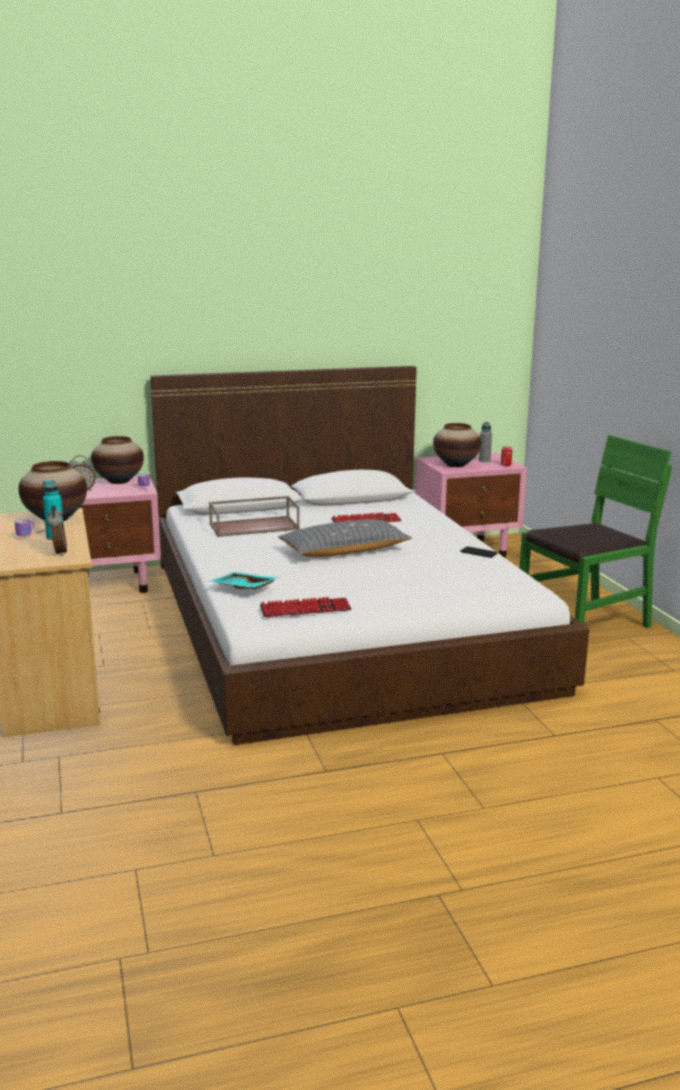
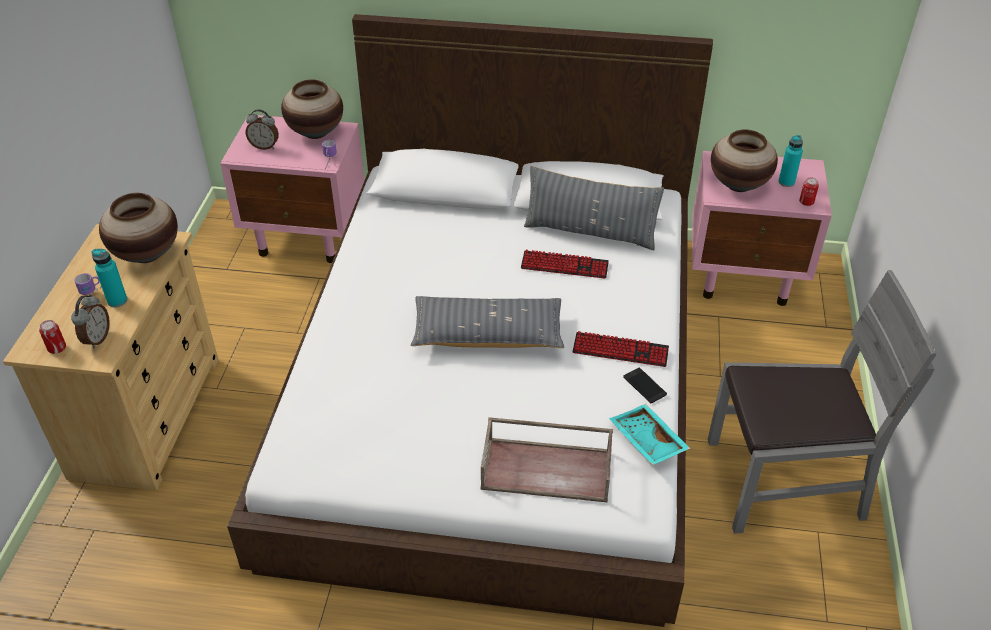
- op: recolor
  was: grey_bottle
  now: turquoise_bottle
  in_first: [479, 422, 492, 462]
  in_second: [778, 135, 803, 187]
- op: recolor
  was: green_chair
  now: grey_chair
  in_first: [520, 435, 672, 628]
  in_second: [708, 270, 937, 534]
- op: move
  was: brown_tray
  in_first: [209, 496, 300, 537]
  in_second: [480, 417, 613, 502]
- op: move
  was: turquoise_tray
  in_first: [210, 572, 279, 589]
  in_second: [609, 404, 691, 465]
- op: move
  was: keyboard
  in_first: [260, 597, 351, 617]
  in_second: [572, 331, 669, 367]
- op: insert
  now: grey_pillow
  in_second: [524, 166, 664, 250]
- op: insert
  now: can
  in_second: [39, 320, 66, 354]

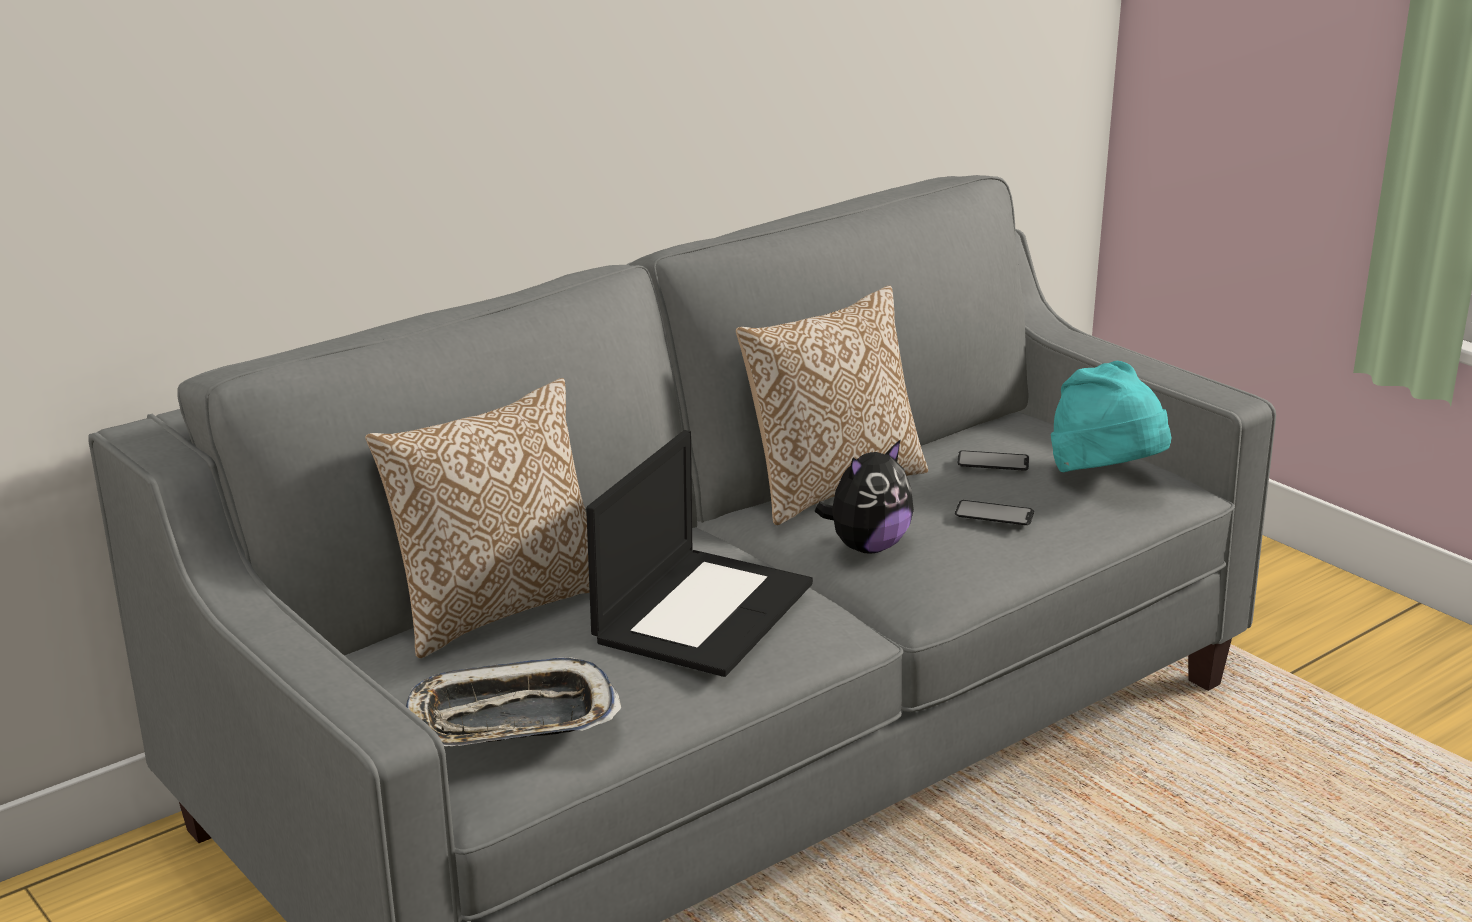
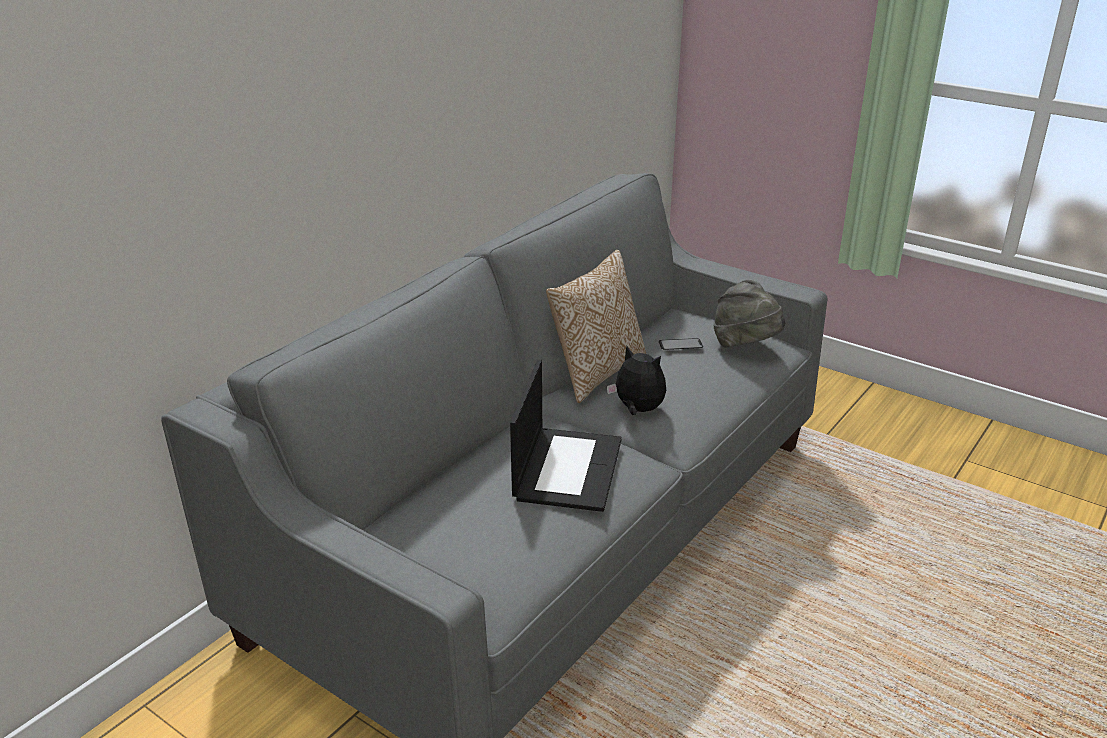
- op: recolor
  was: turquoise_hat
  now: grey_hat
  in_first: [1051, 361, 1172, 472]
  in_second: [713, 280, 785, 348]
- op: delete
  was: pillow
  in_first: [365, 378, 590, 658]
- op: rotate
  was: plush_toy
  in_first: [815, 439, 914, 554]
  in_second: [607, 346, 666, 415]
  clockwise: -90
- op: delete
  was: phone
  in_first: [955, 500, 1034, 525]
- op: delete
  was: tray
  in_first: [406, 657, 621, 746]

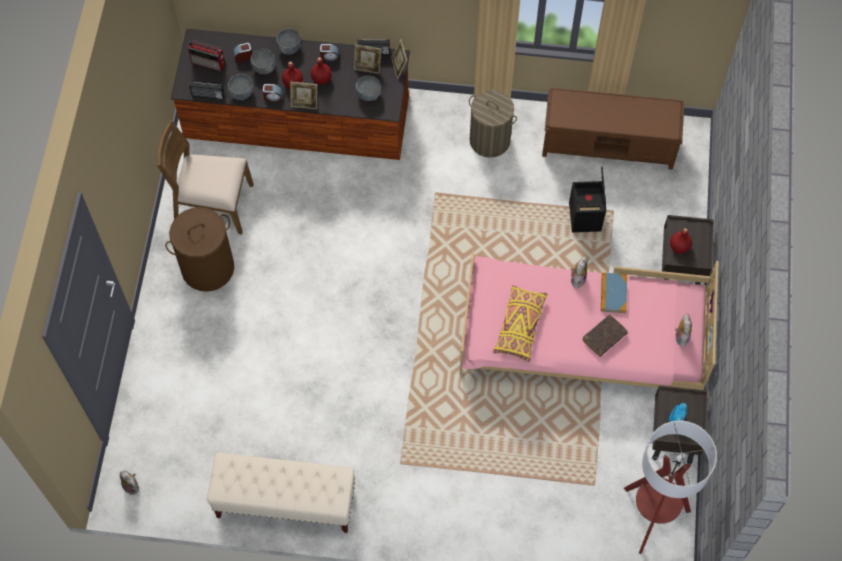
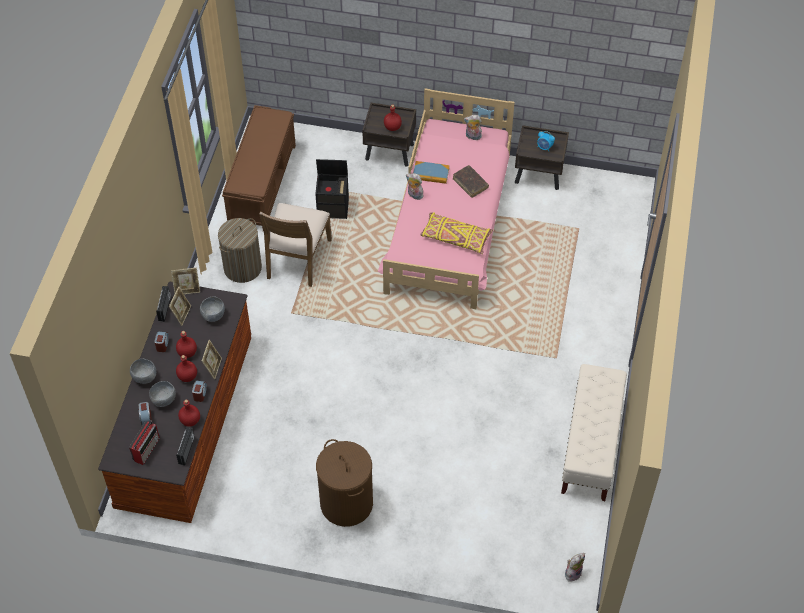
- op: replace
  was: grey_bowl
  now: red_bottle
  in_first: [228, 74, 254, 100]
  in_second: [178, 399, 200, 427]
- op: move
  was: brown_chair
  in_first: [157, 120, 254, 235]
  in_second: [259, 203, 332, 287]
- op: delete
  was: floor_lamp
  in_first: [624, 420, 717, 554]

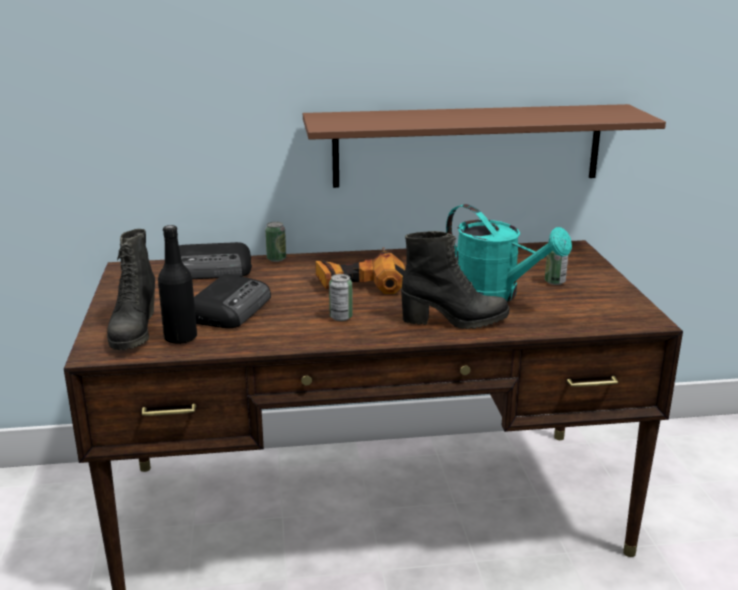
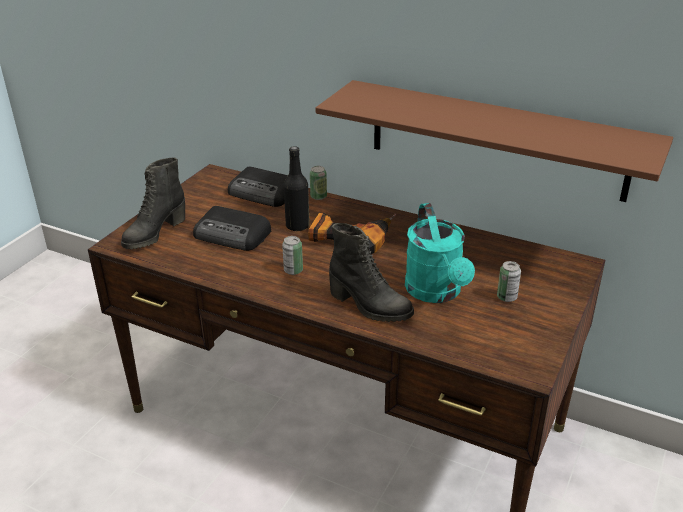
- op: move
  was: black_bottle
  in_first: [158, 225, 197, 344]
  in_second: [284, 146, 310, 231]
- op: rotate
  was: radio
  in_first: [194, 273, 271, 328]
  in_second: [193, 206, 271, 251]
  clockwise: 60

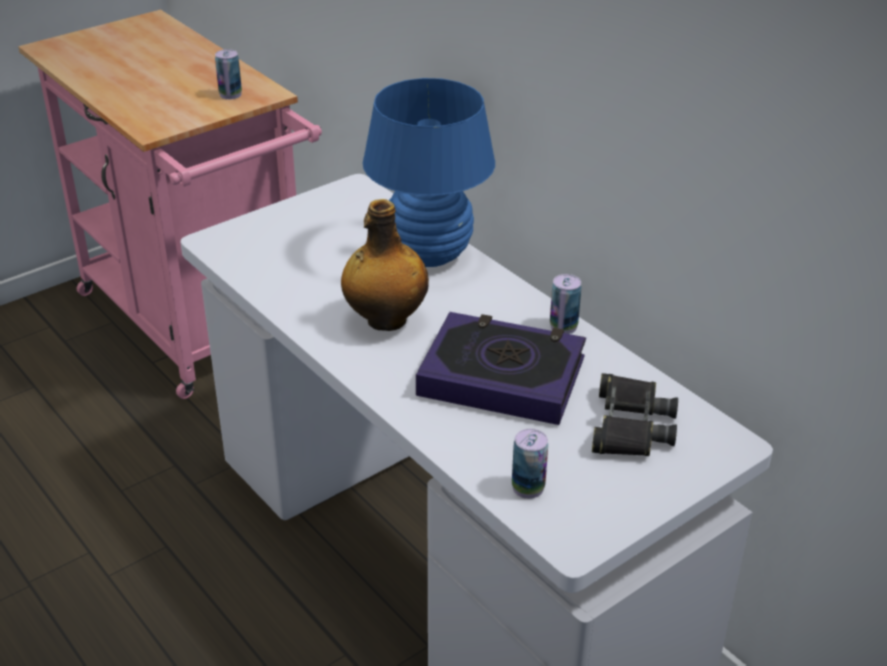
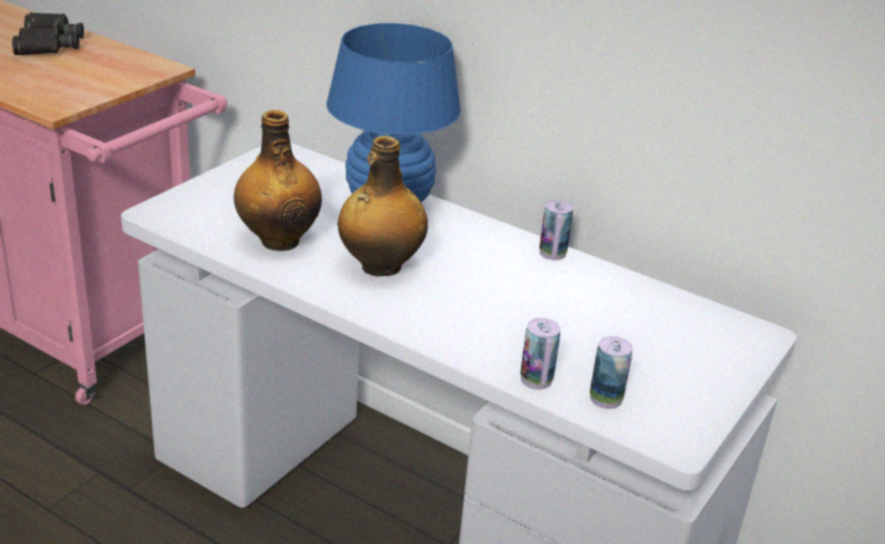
- op: move
  was: can
  in_first: [215, 49, 242, 100]
  in_second: [520, 318, 560, 390]
- op: delete
  was: book
  in_first: [416, 312, 586, 425]
- op: move
  was: black_binoculars
  in_first: [592, 373, 678, 456]
  in_second: [12, 12, 84, 55]
- op: insert
  now: bottle
  in_second: [234, 110, 322, 251]

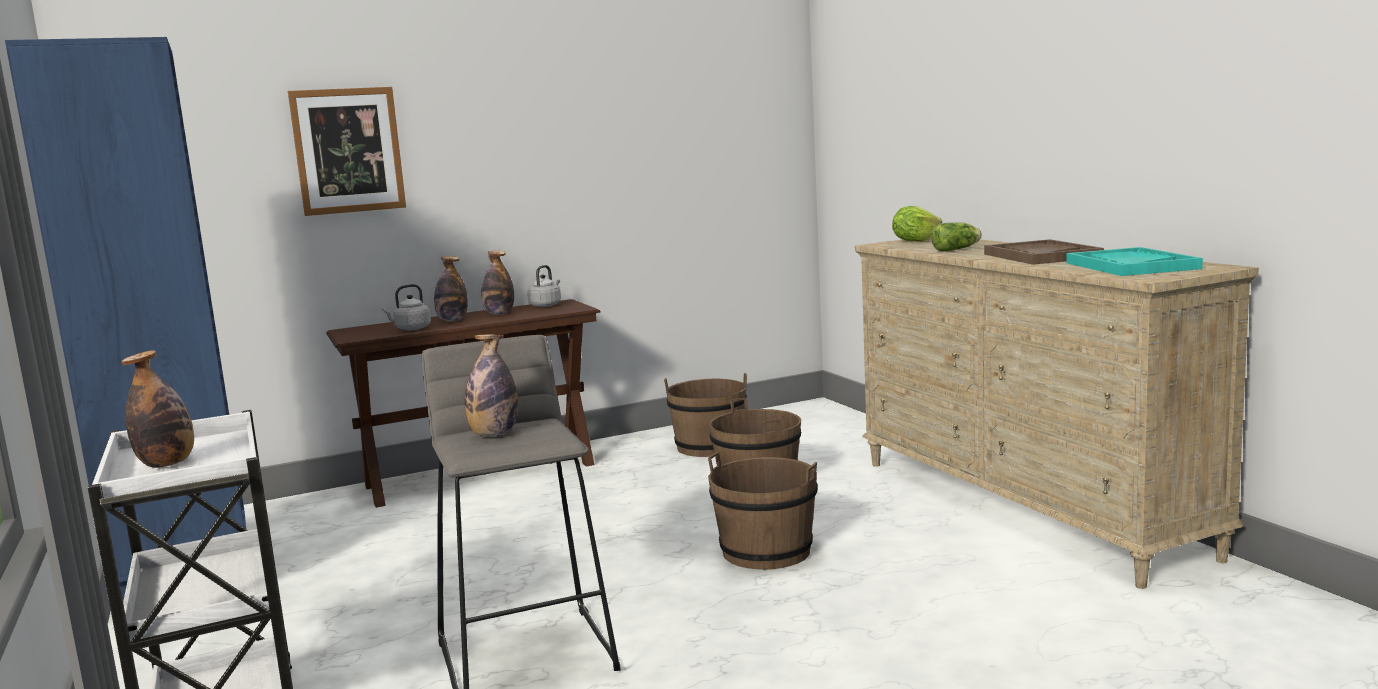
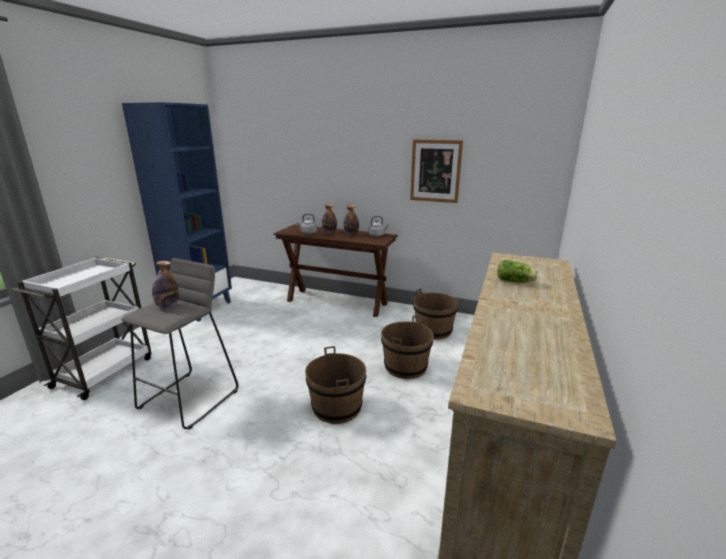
- op: move
  was: picture
  in_first: [288, 87, 406, 216]
  in_second: [410, 139, 463, 203]
- op: delete
  was: lettuce
  in_first: [892, 206, 942, 242]
- op: delete
  was: brown_tray
  in_first: [984, 239, 1104, 265]
- op: delete
  was: turquoise_tray
  in_first: [1066, 247, 1203, 276]
- op: delete
  was: bottle
  in_first: [121, 351, 194, 468]

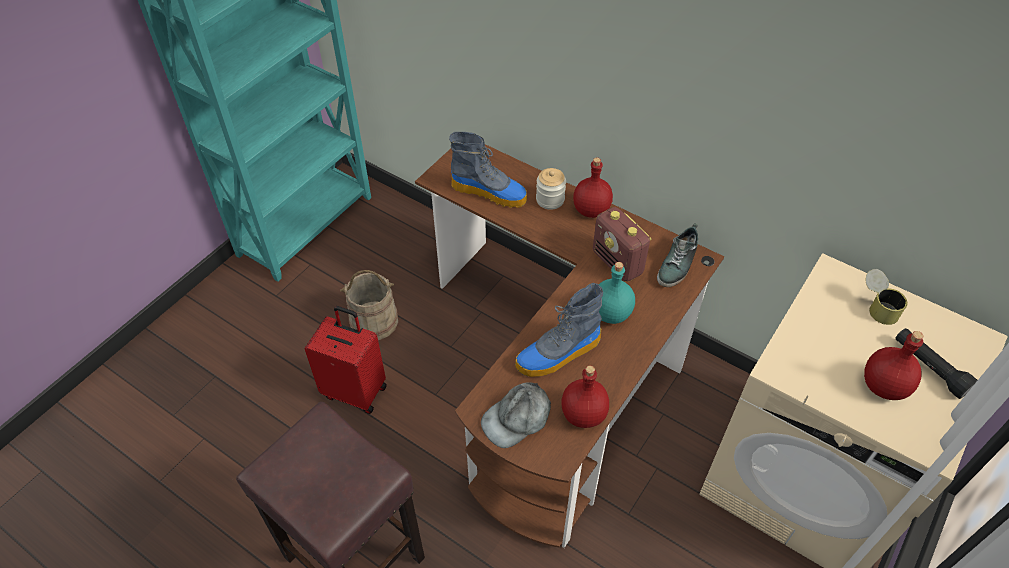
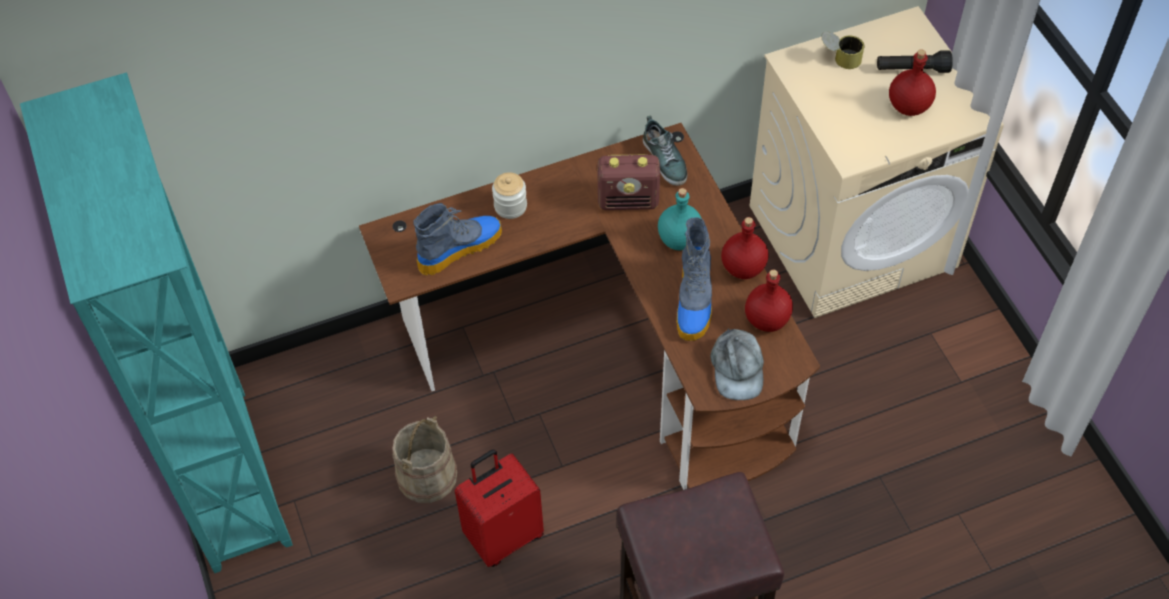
- op: move
  was: red_bottle
  in_first: [573, 158, 613, 218]
  in_second: [721, 217, 768, 279]

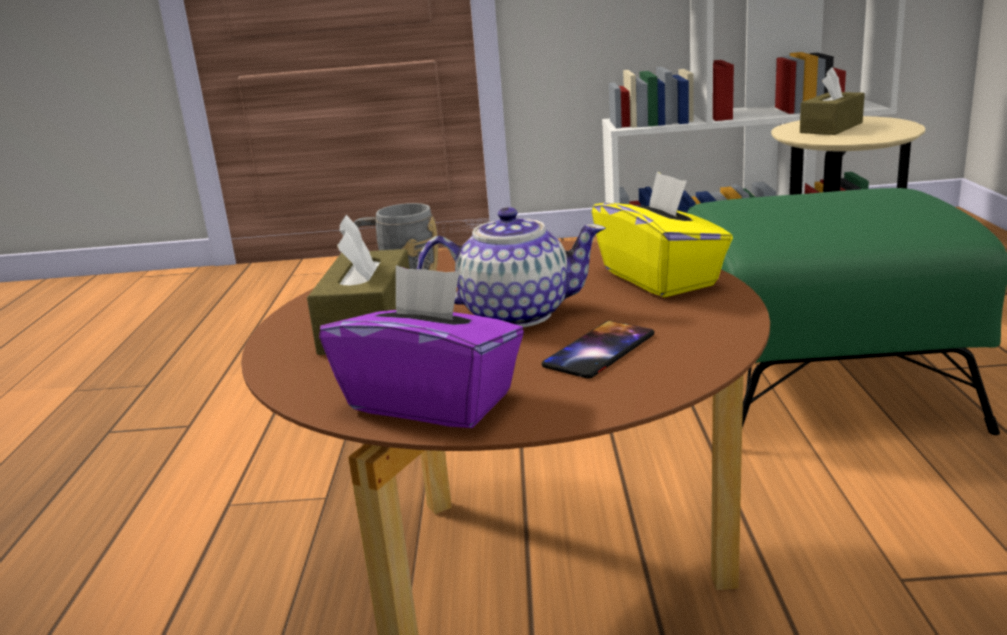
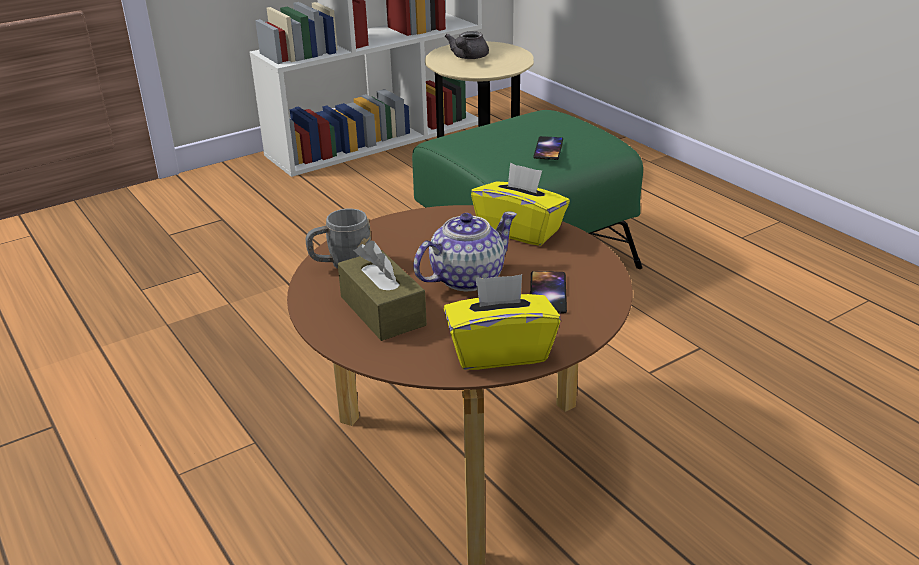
- op: replace
  was: brown_tissue_box
  now: grey_teapot
  in_first: [800, 67, 865, 135]
  in_second: [445, 31, 489, 59]
- op: recolor
  was: purple_tissue_box
  now: yellow_tissue_box
  in_first: [319, 265, 524, 428]
  in_second: [444, 274, 561, 370]
- op: insert
  now: phone
  in_second: [533, 136, 563, 160]

